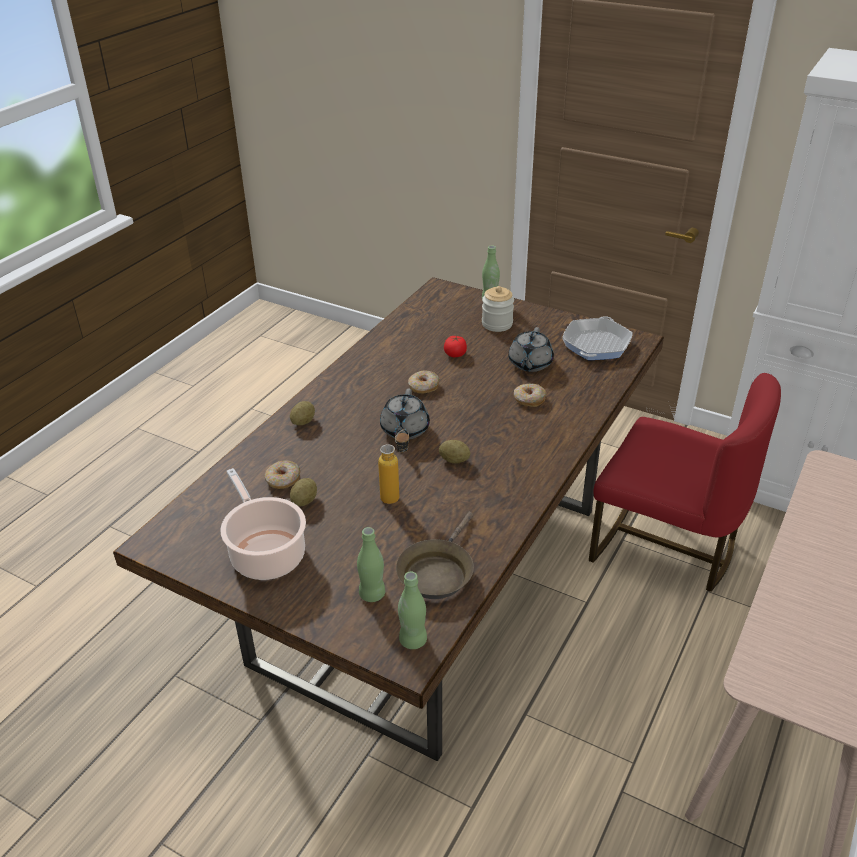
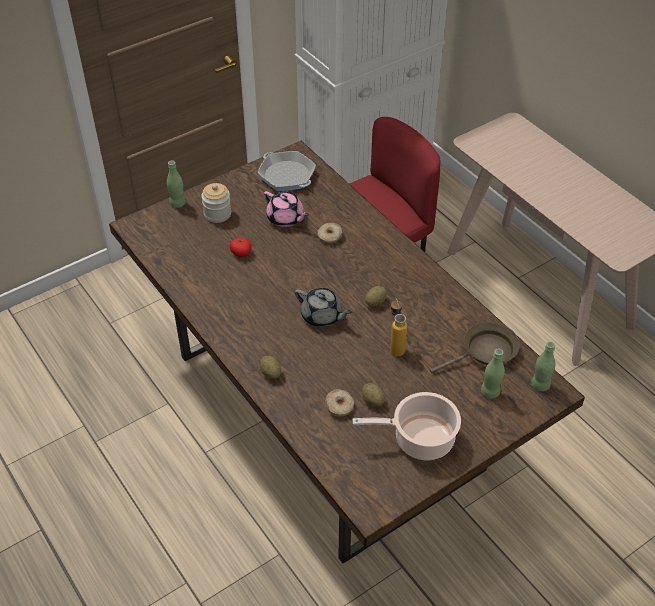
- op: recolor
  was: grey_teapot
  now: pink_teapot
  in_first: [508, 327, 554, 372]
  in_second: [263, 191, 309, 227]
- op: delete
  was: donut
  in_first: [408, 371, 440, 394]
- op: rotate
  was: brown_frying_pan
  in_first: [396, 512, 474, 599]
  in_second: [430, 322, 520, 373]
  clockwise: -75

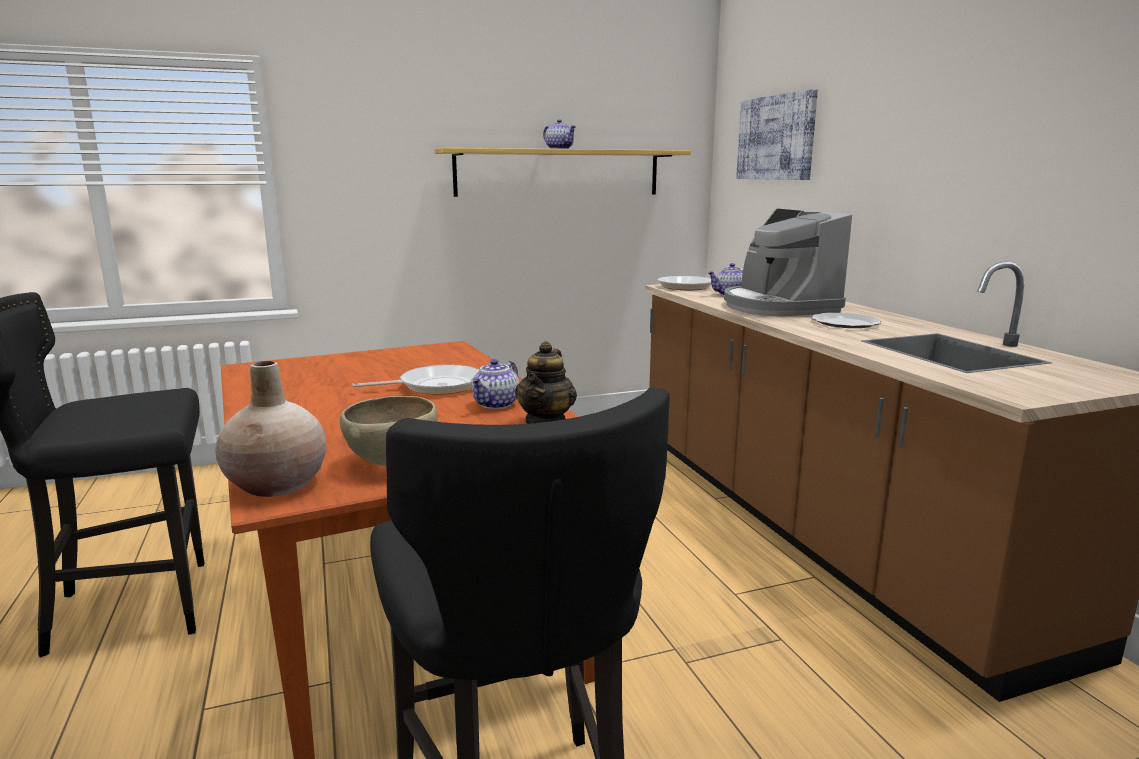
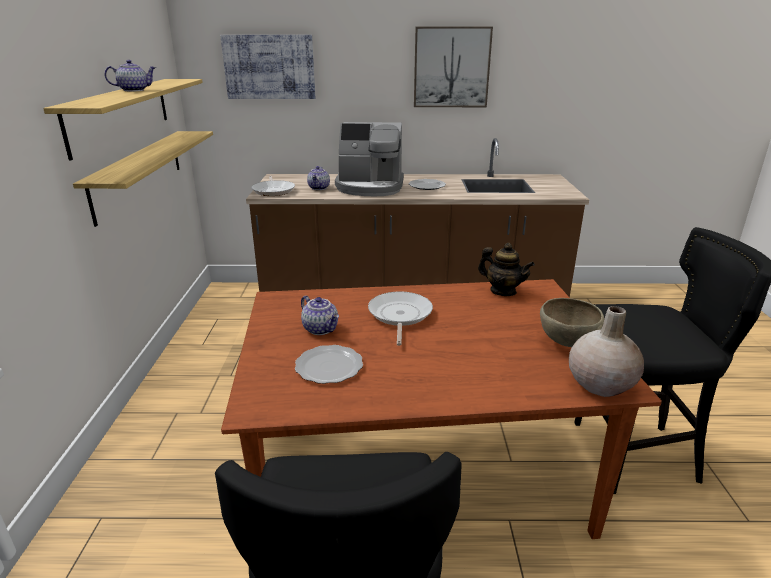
- op: move
  was: teapot
  in_first: [471, 359, 519, 409]
  in_second: [301, 296, 339, 335]
- op: insert
  now: picture
  in_second: [414, 27, 493, 107]
- op: insert
  now: shelf
  in_second: [73, 131, 213, 227]
- op: insert
  now: plate
  in_second: [295, 345, 363, 384]

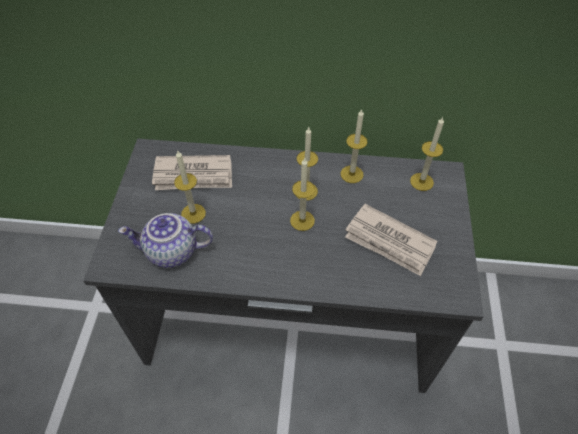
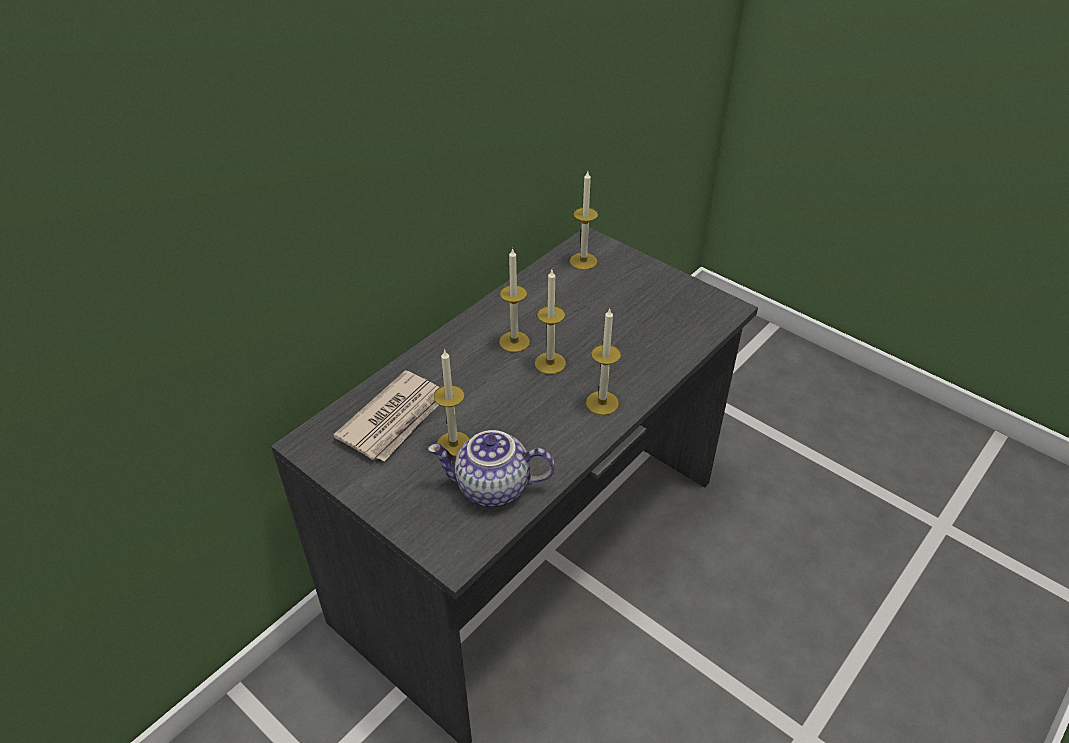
- op: move
  was: candle
  in_first: [341, 109, 368, 183]
  in_second: [586, 308, 621, 415]
- op: delete
  was: newspaper
  in_first: [345, 204, 438, 276]
- op: rotate
  was: teapot
  in_first: [118, 213, 213, 268]
  in_second: [428, 430, 555, 507]
  clockwise: 60

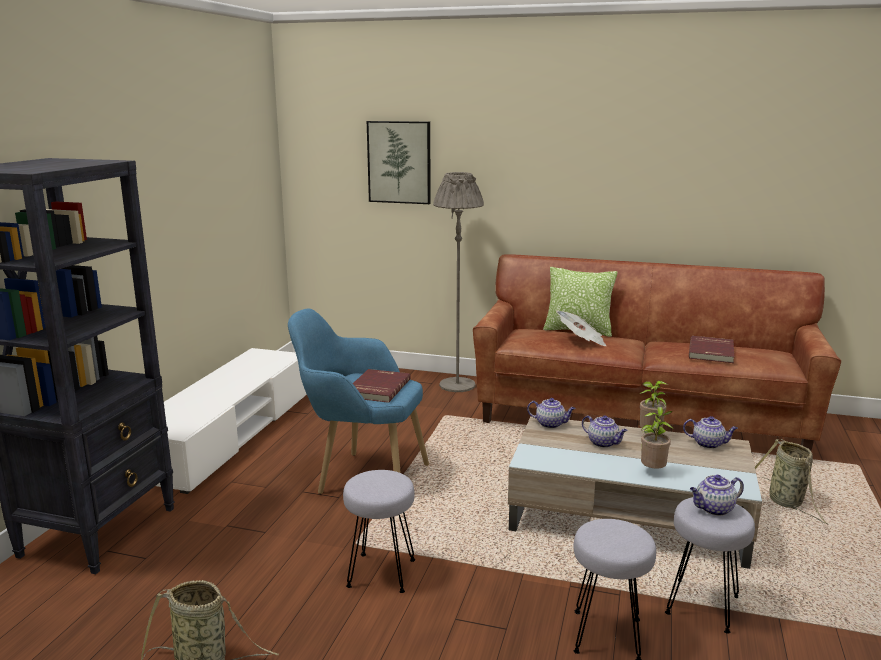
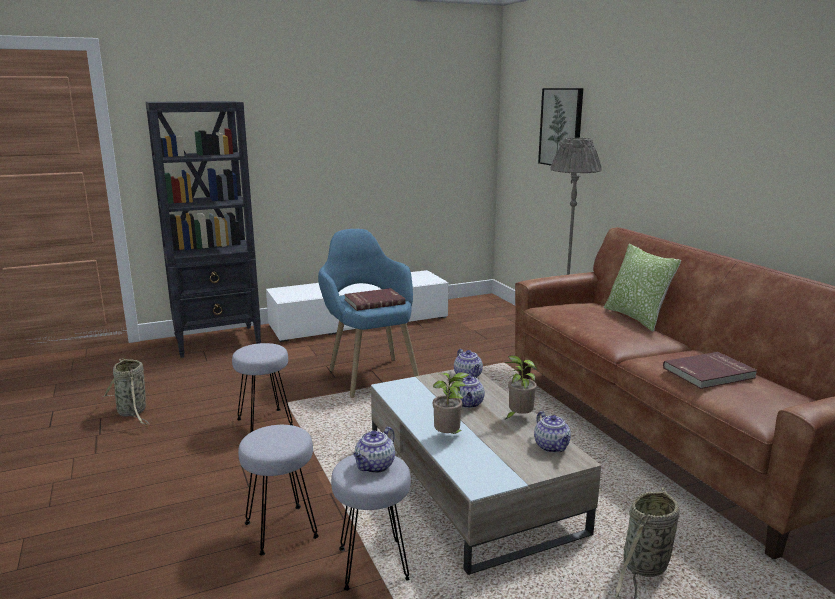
- op: delete
  was: newspaper
  in_first: [556, 310, 606, 346]
- op: rotate
  was: teapot
  in_first: [690, 475, 744, 516]
  in_second: [353, 427, 395, 473]
  clockwise: -90

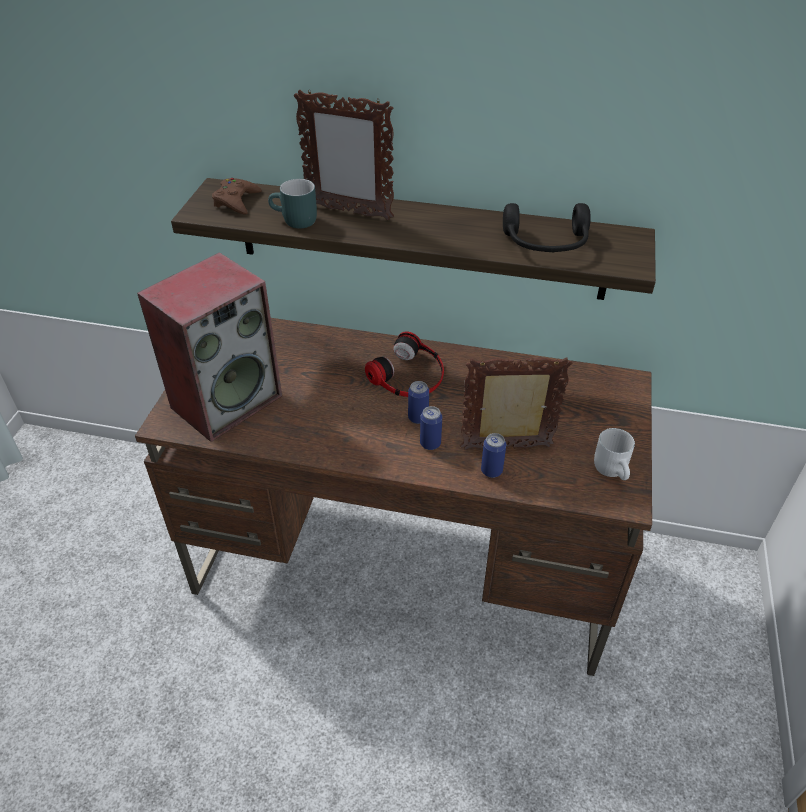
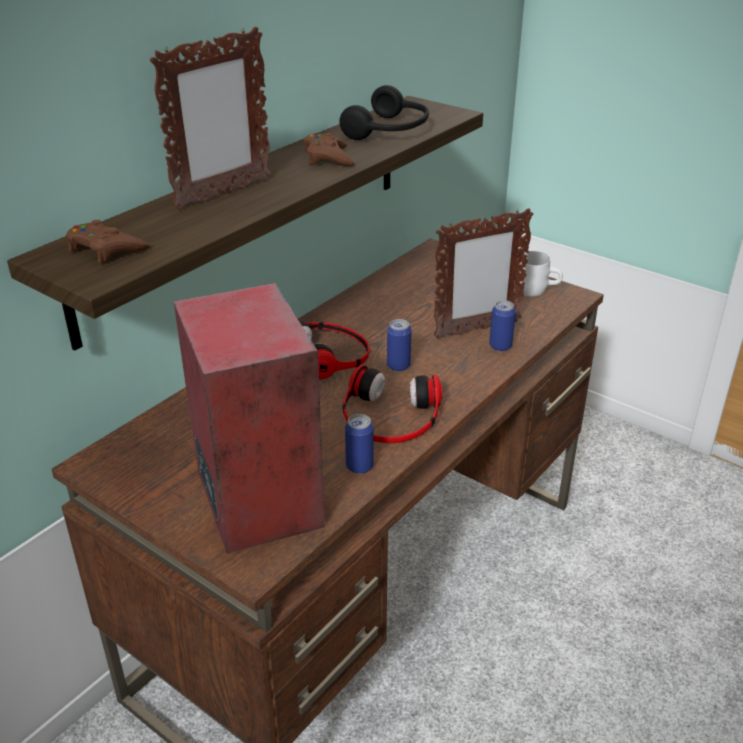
- op: delete
  was: turquoise_mug
  in_first: [268, 179, 317, 229]
- op: rotate
  was: picture_frame
  in_first: [460, 357, 573, 450]
  in_second: [434, 208, 533, 339]
  clockwise: -135
- op: move
  was: can
  in_first: [420, 406, 442, 450]
  in_second: [345, 414, 374, 474]
- op: insert
  now: brown_game_controller
  in_second: [304, 133, 354, 166]
- op: insert
  now: headphones
  in_second: [343, 365, 443, 443]

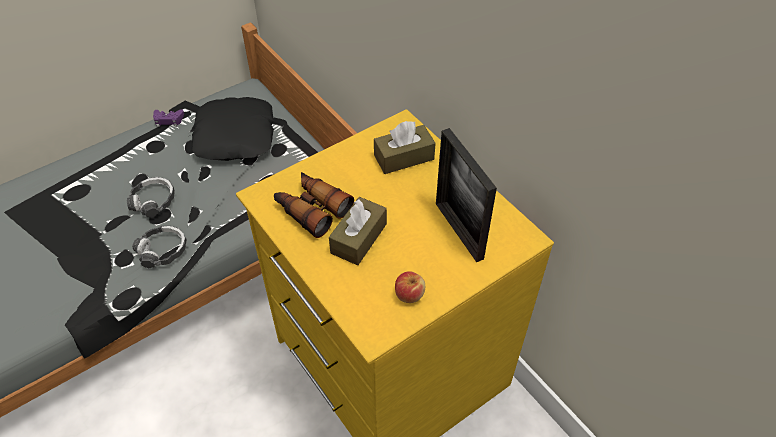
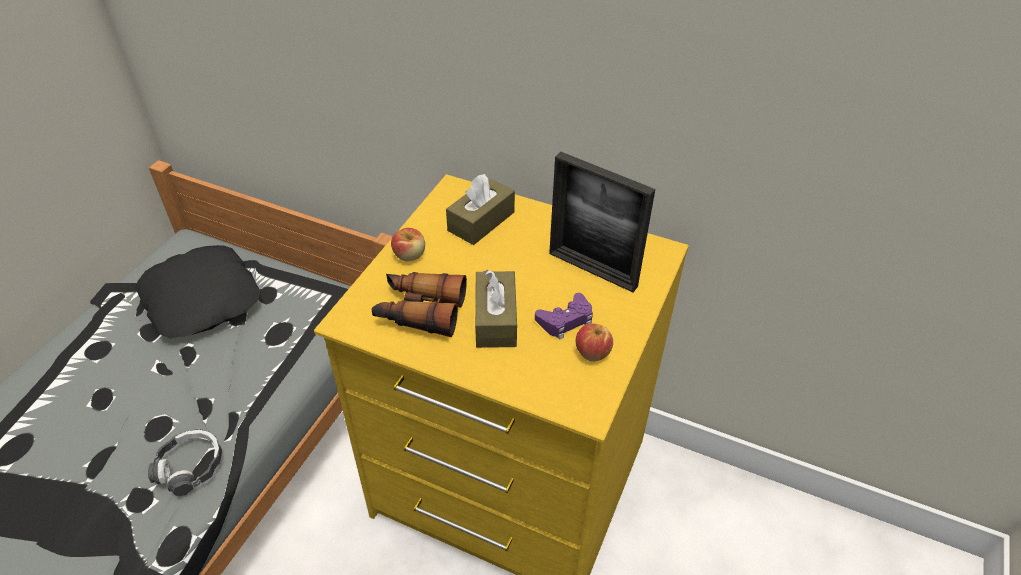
- op: move
  was: purple_game_controller
  in_first: [153, 109, 184, 127]
  in_second: [535, 293, 593, 340]
- op: delete
  was: headphones
  in_first: [127, 177, 175, 218]
- op: insert
  now: apple
  in_second: [391, 228, 425, 261]

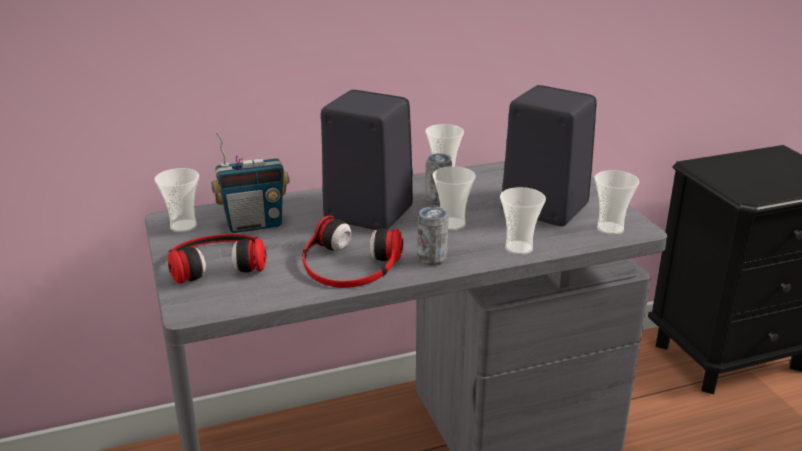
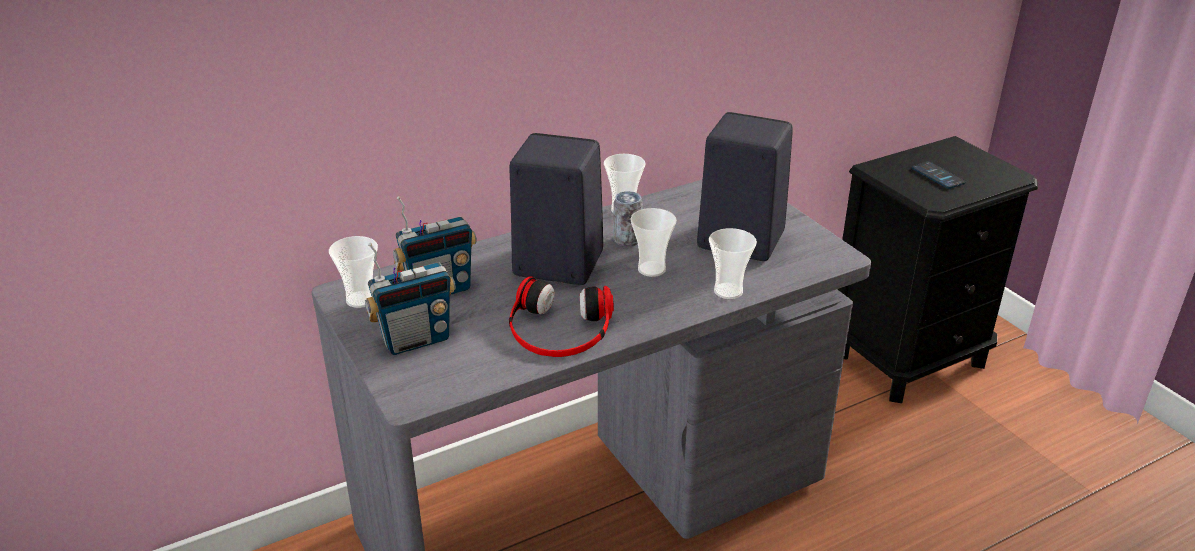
- op: delete
  was: cup
  in_first: [594, 170, 639, 235]
- op: delete
  was: can
  in_first: [417, 207, 448, 266]
- op: replace
  was: headphones
  now: radio
  in_first: [168, 234, 267, 284]
  in_second: [365, 243, 456, 355]
- op: insert
  now: phone
  in_second: [912, 162, 966, 189]

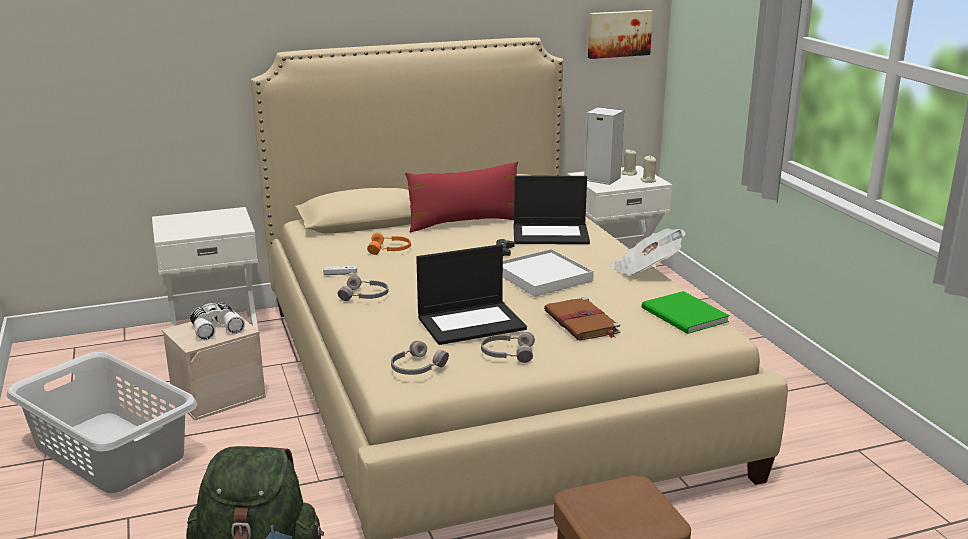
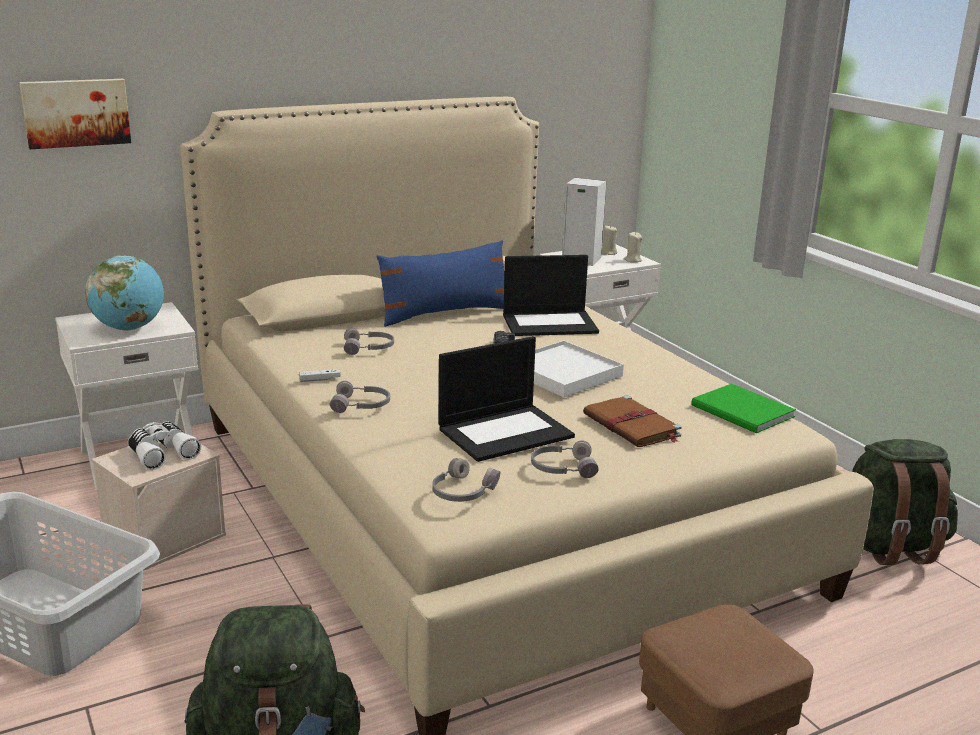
- op: move
  was: picture
  in_first: [588, 10, 653, 59]
  in_second: [19, 79, 131, 149]
- op: recolor
  was: red_pillow
  now: blue_pillow
  in_first: [405, 162, 518, 233]
  in_second: [376, 240, 505, 327]
- op: delete
  was: newspaper
  in_first: [610, 228, 686, 276]
- op: recolor
  was: orange_headphones
  now: grey_headphones
  in_first: [367, 233, 411, 255]
  in_second: [344, 328, 394, 355]
- op: insert
  now: globe
  in_second: [85, 256, 164, 331]
- op: insert
  now: green_backpack
  in_second: [852, 439, 958, 565]

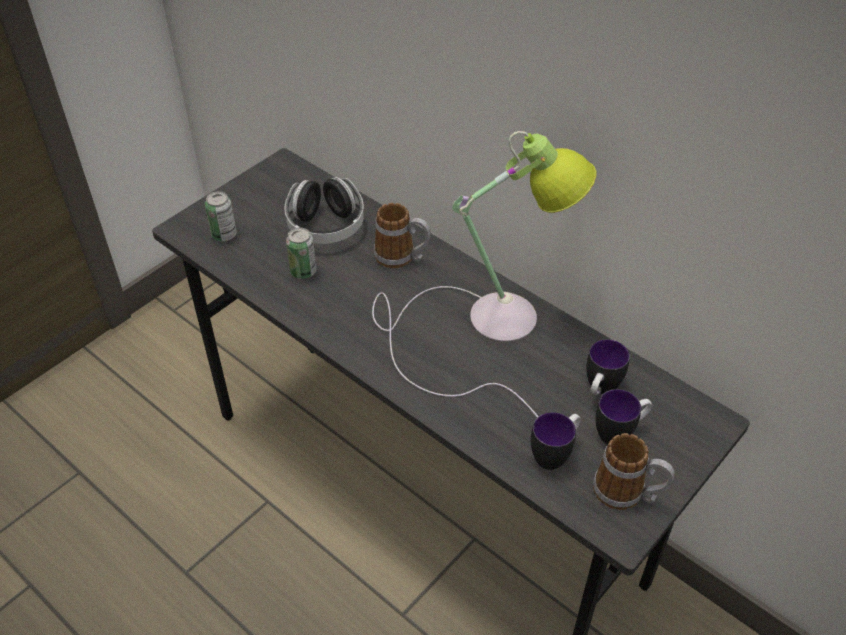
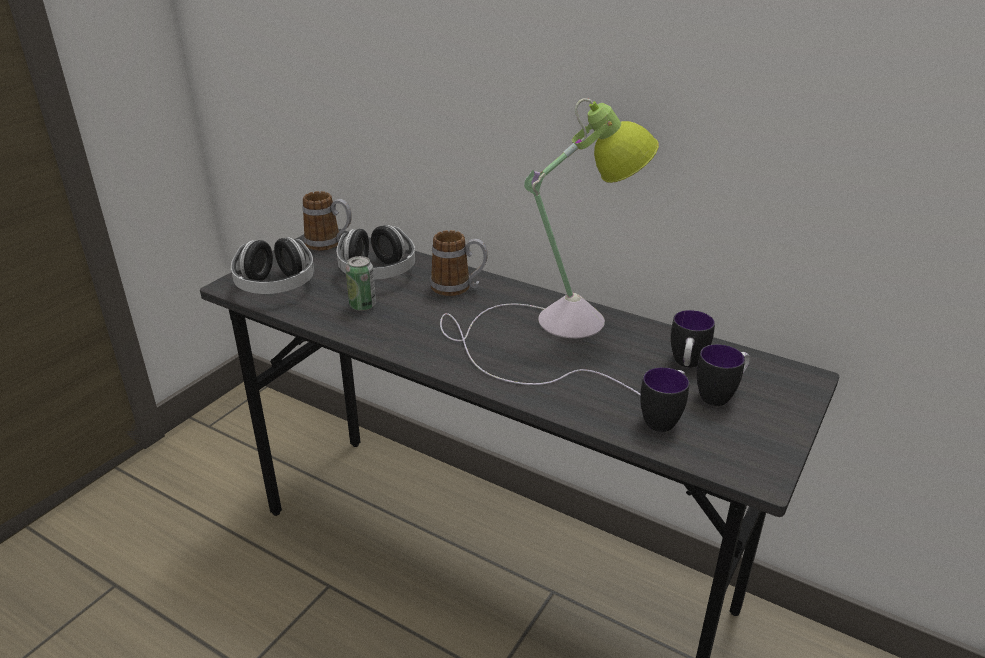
- op: replace
  was: can
  now: headphones
  in_first: [205, 191, 237, 242]
  in_second: [231, 237, 314, 294]
- op: move
  was: mug
  in_first: [593, 433, 675, 510]
  in_second: [302, 191, 352, 251]

